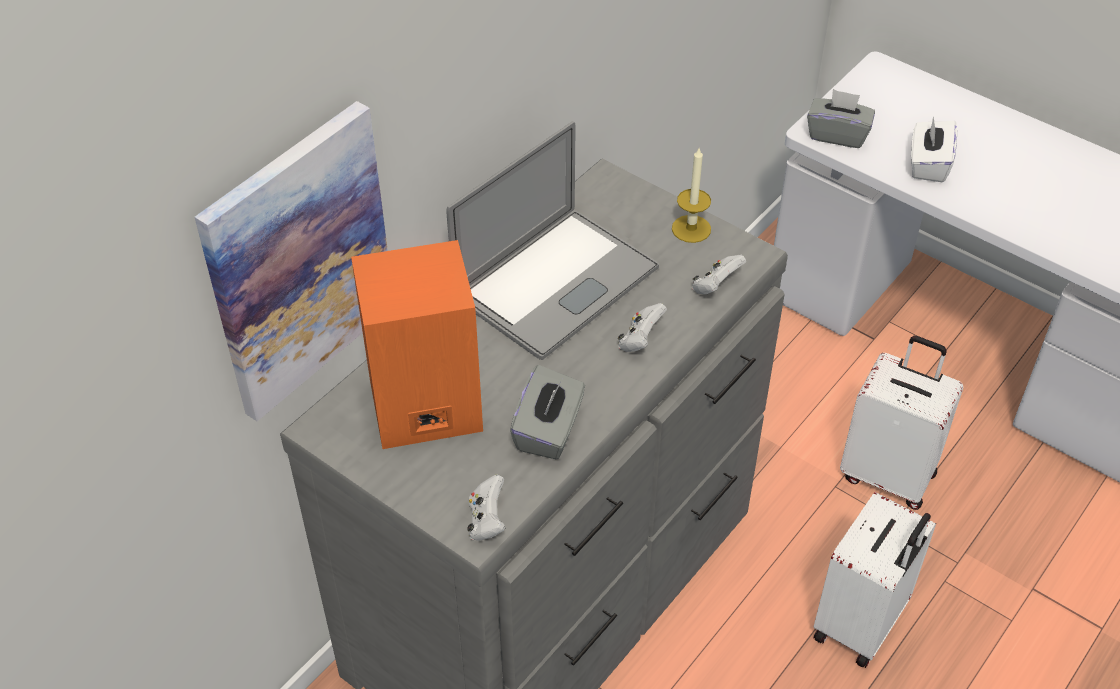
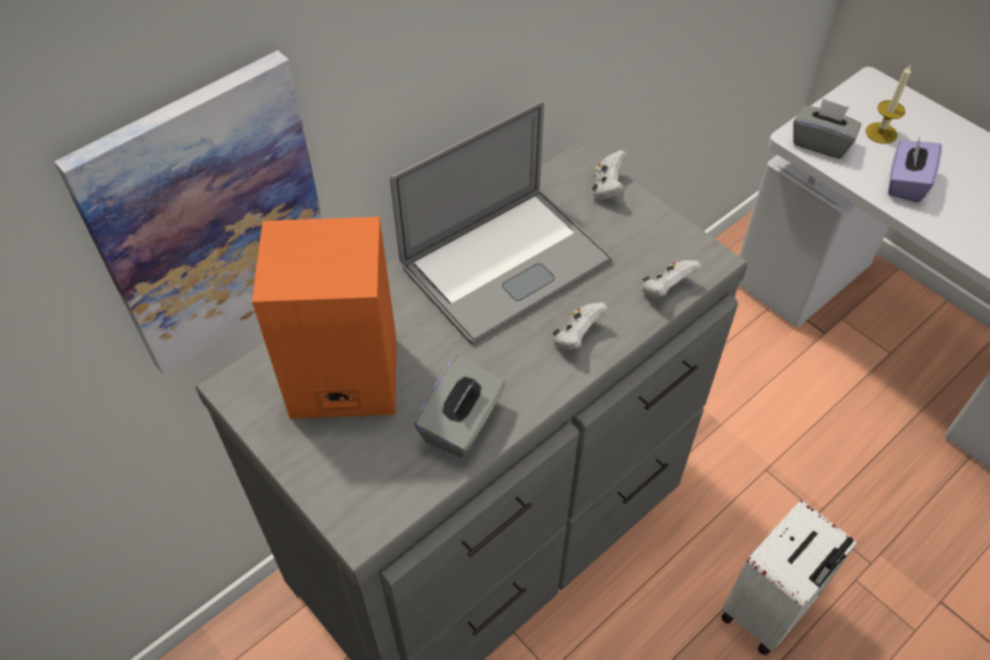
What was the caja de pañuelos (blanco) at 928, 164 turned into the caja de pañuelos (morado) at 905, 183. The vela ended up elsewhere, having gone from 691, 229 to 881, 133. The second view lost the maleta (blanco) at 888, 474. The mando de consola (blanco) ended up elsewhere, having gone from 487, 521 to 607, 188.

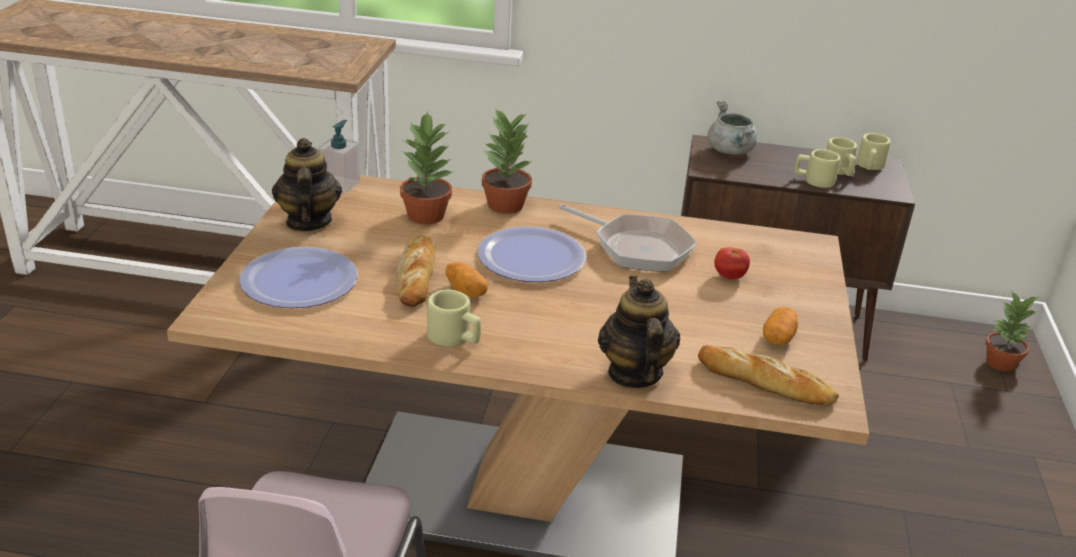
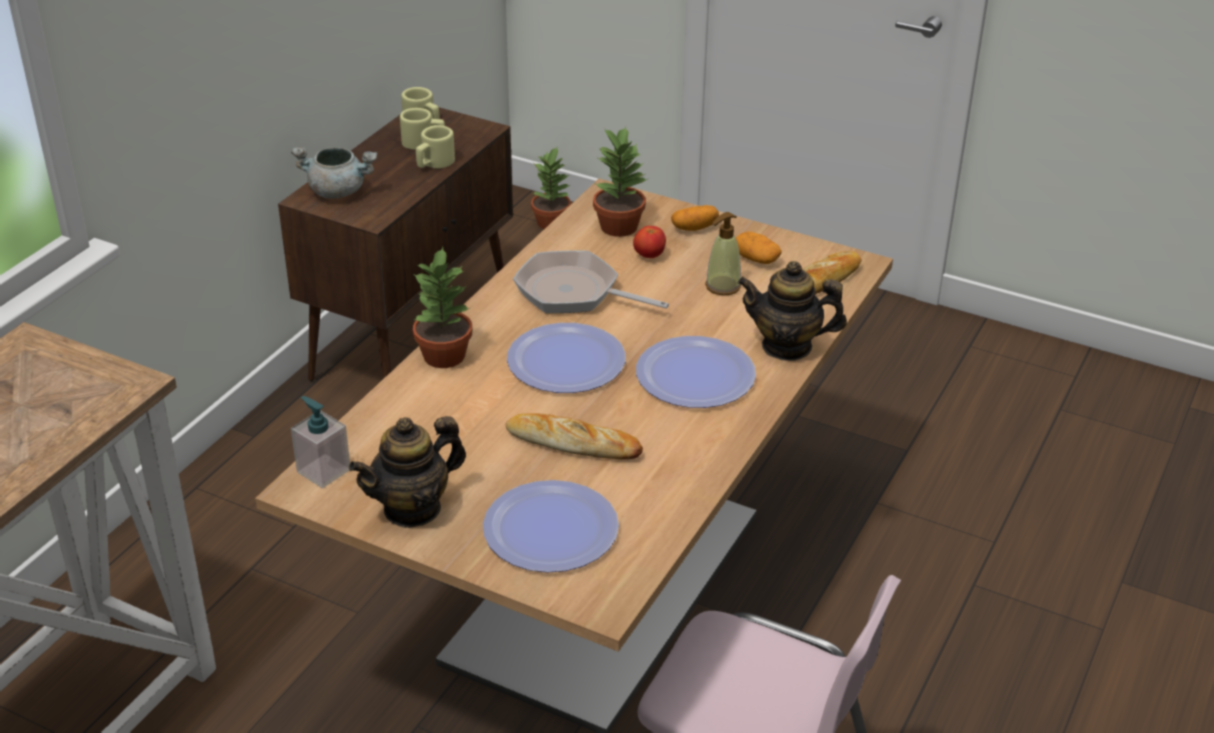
The planta en maceta ended up elsewhere, having gone from 427, 215 to 618, 226. The tetera at 308, 221 ended up facing another way, 45 degrees counterclockwise from before. The sartén at 637, 247 ended up facing another way, 120 degrees counterclockwise from before. The patata ended up elsewhere, having gone from 466, 291 to 694, 228. The second view lost the taza grande (beis) at 455, 338. The second view gained the dispensador de jabón at 722, 286. The second view gained the plato at 695, 375.

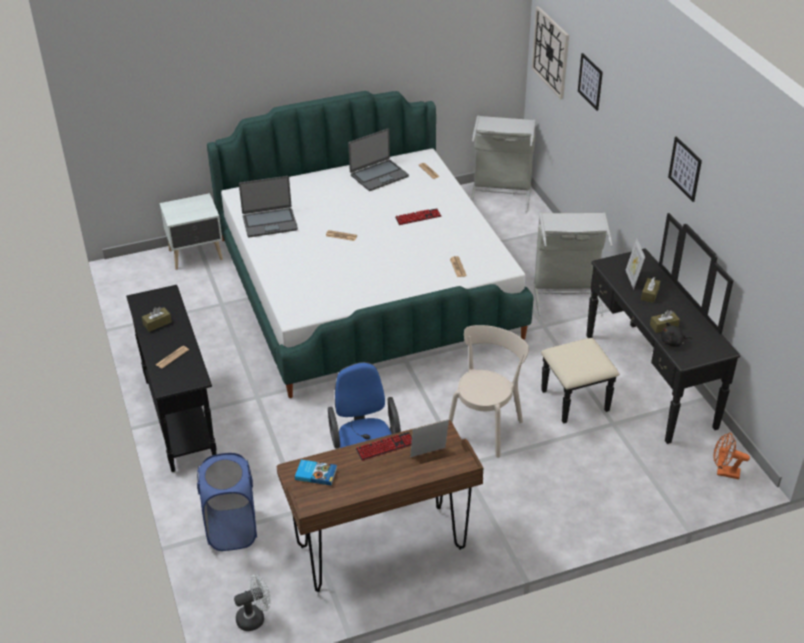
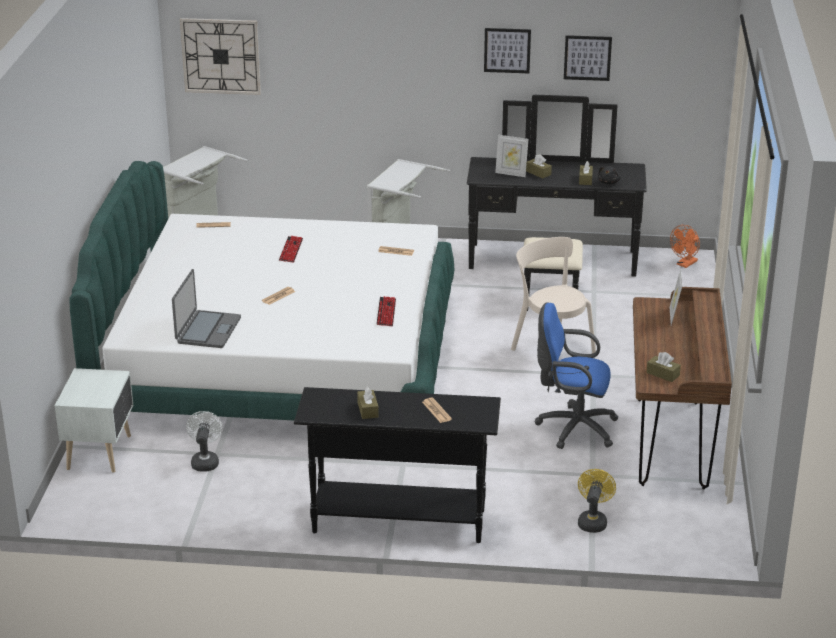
The cuadro ended up elsewhere, having gone from 590, 81 to 587, 57. The second view lost the portátil at 378, 175. The teclado ended up elsewhere, having gone from 385, 447 to 386, 312. Where the cesto de la ropa (azul) stood at 232, 530, the ventilador (amarillo) came to stand at 593, 521. Where the libro stood at 316, 473, the caja de pañuelos (marrón) came to stand at 663, 374. The ventilador (blanco) ended up elsewhere, having gone from 255, 617 to 205, 461.

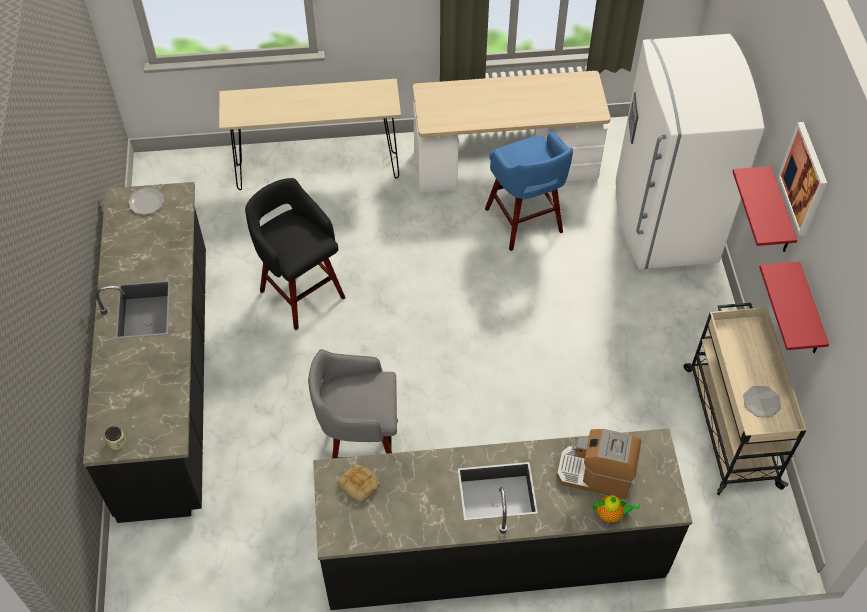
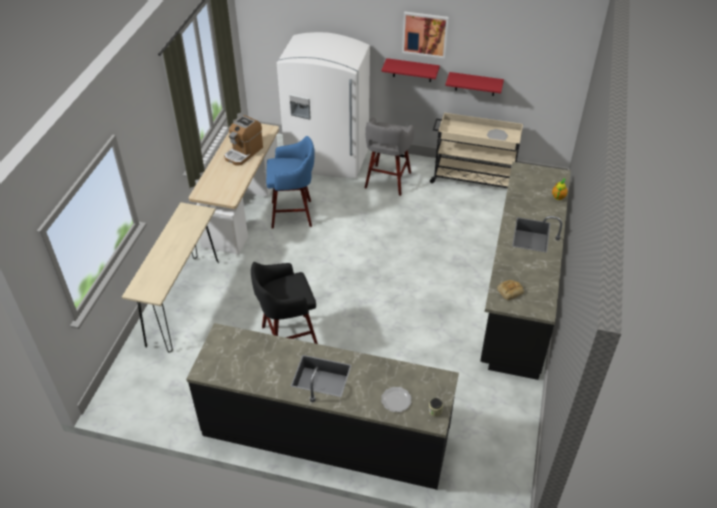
The plato ended up elsewhere, having gone from 146, 202 to 395, 400. The taburete (gris) ended up elsewhere, having gone from 360, 449 to 387, 181. The cafetera ended up elsewhere, having gone from 595, 474 to 243, 152.

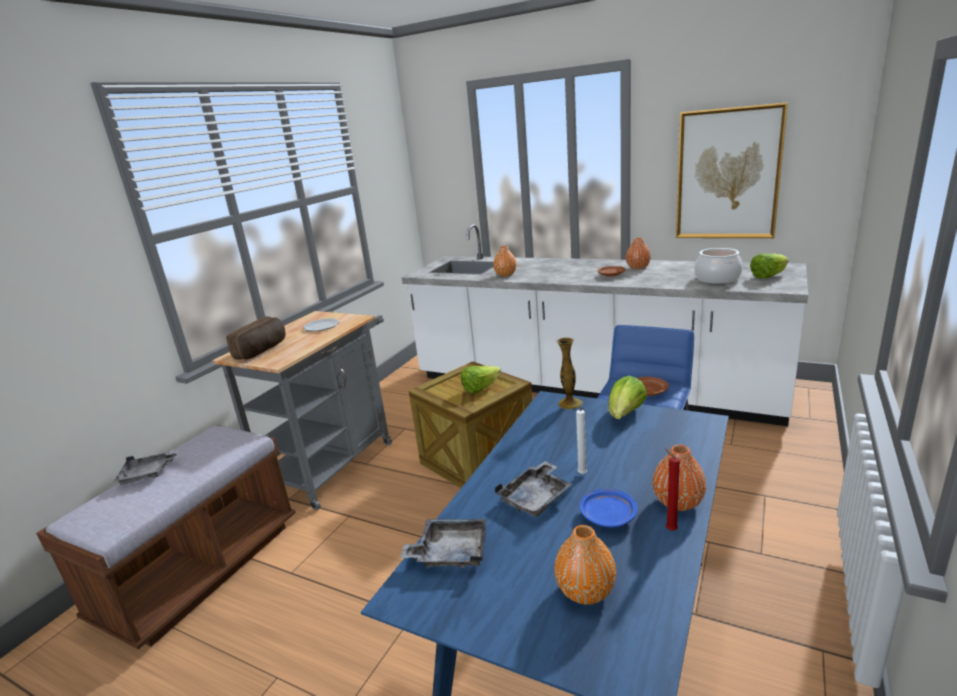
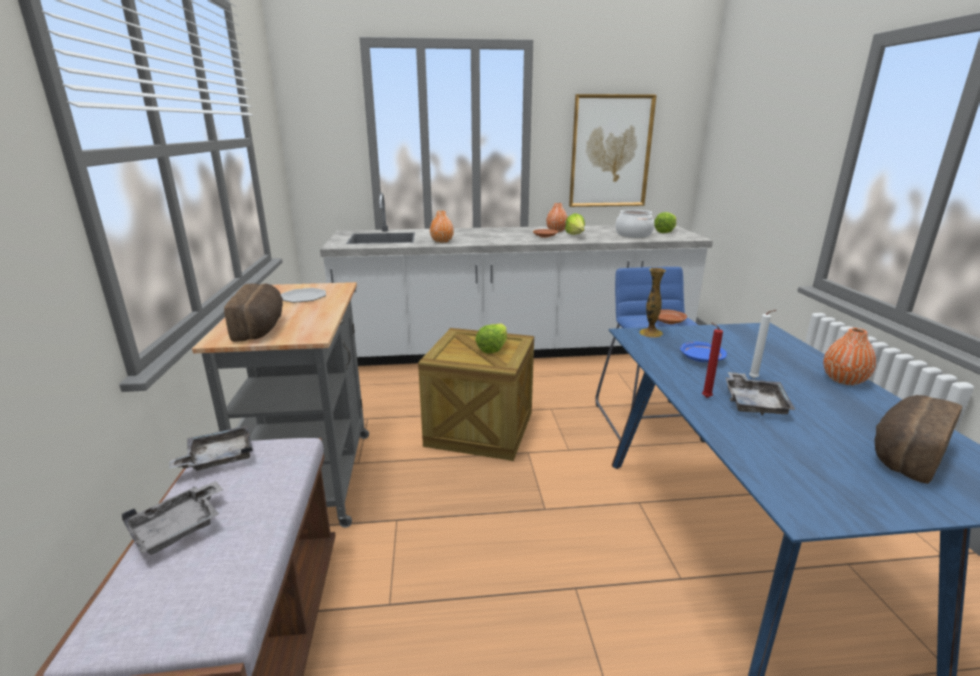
The lechuga ended up elsewhere, having gone from 625, 415 to 576, 236. The vela (rojo) ended up elsewhere, having gone from 669, 529 to 704, 397. The plato (azul) ended up elsewhere, having gone from 608, 515 to 701, 358. The bandeja (gris) ended up elsewhere, having gone from 450, 552 to 218, 458. Where the florero (naranja) stood at 585, 591, the pan came to stand at 905, 453.

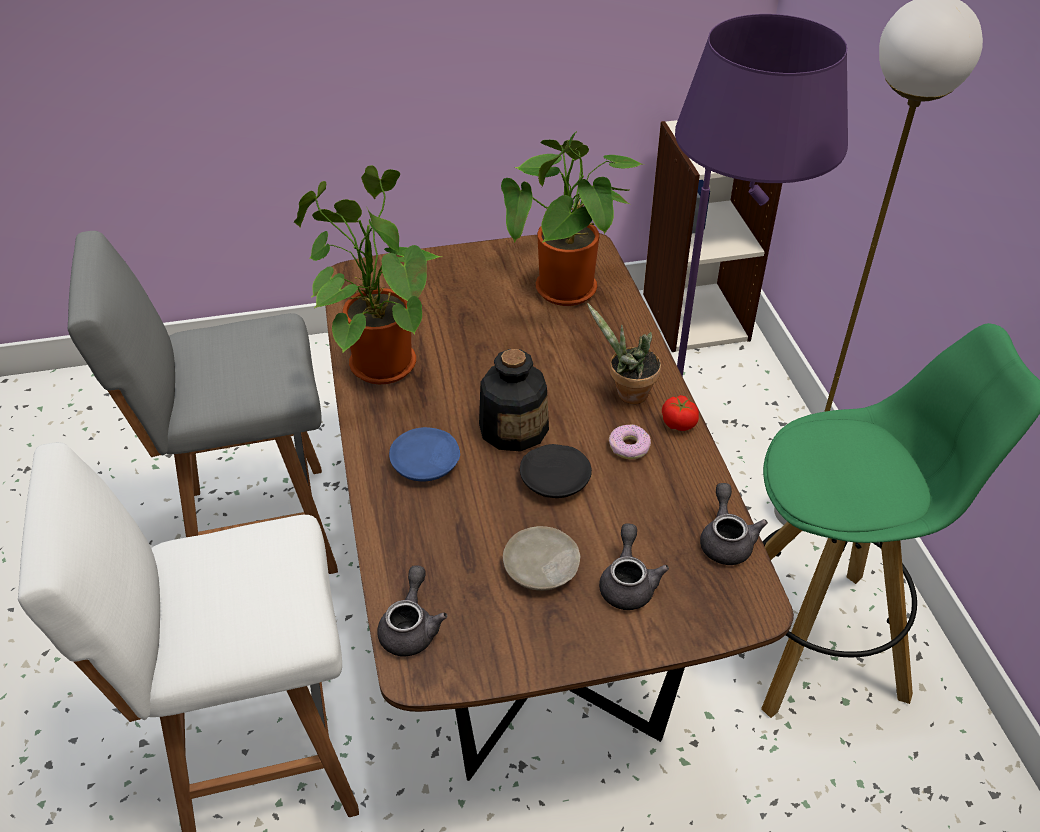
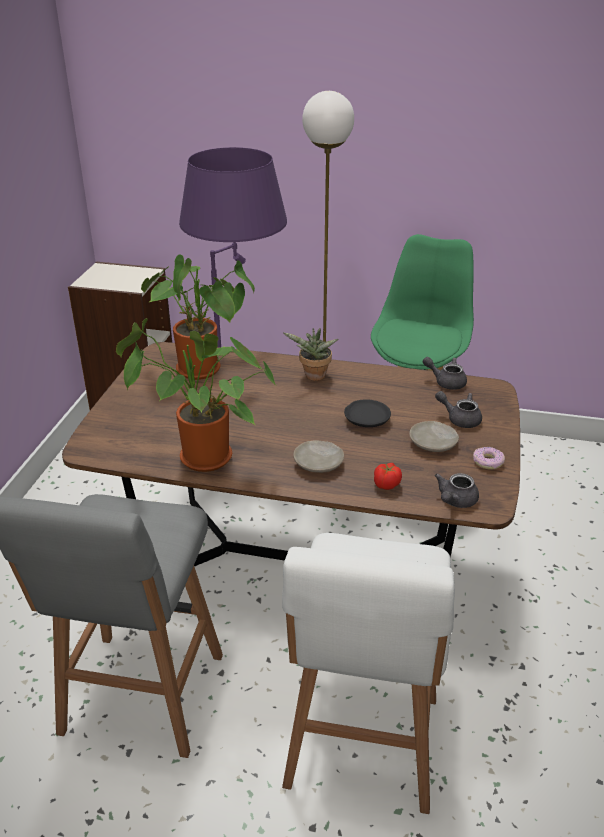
The second view lost the botella at 514, 428. The tomate ended up elsewhere, having gone from 678, 424 to 386, 485. The rosquilla ended up elsewhere, having gone from 629, 447 to 488, 462. What was the plato (azul) at 425, 463 turned into the plato (beis) at 319, 463. The tetera (gris) at 411, 627 ended up facing another way, 90 degrees counterclockwise from before.

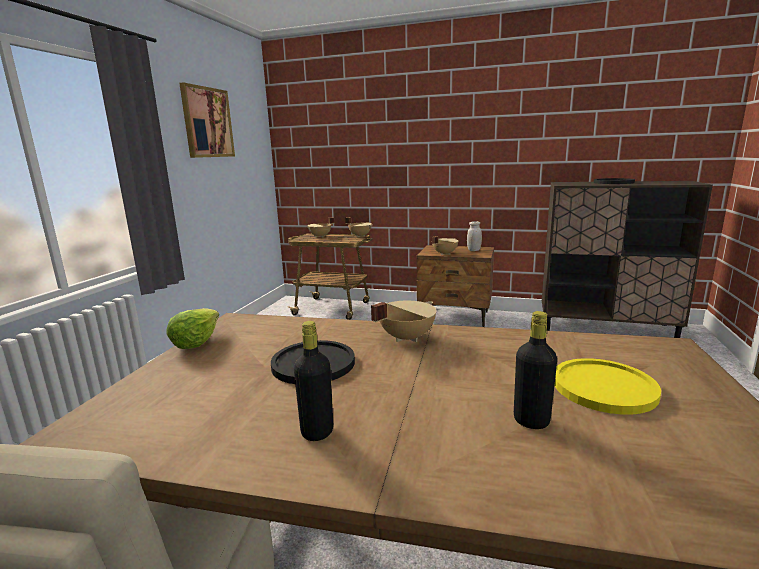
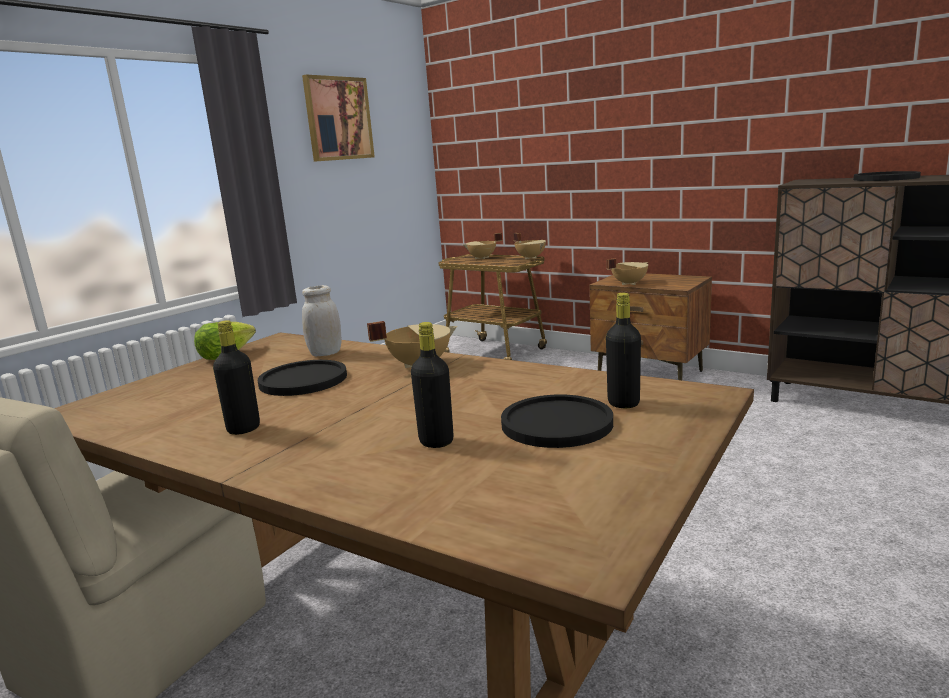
The tarro (blanco) ended up elsewhere, having gone from 474, 250 to 325, 353. What was the plato (amarillo) at 603, 387 turned into the plato (negro) at 556, 423. The second view gained the botella (negro) at 623, 403.

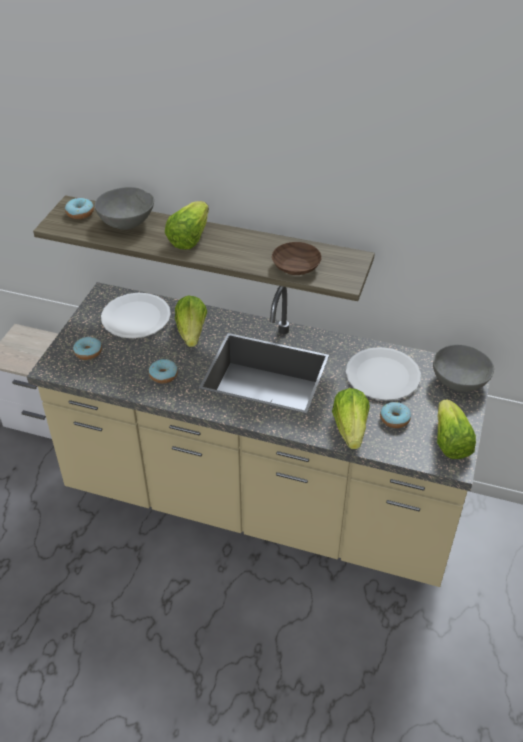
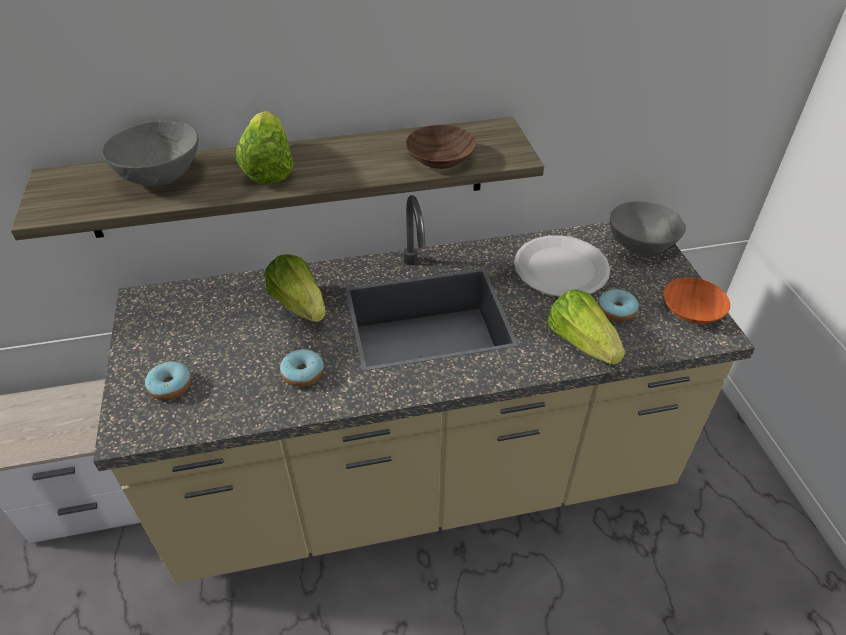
The second view lost the rosquilla at 80, 213. The second view lost the plato (blanco) at 136, 317. Where the lechuga stood at 450, 442, the cuenco (naranja) came to stand at 692, 311.

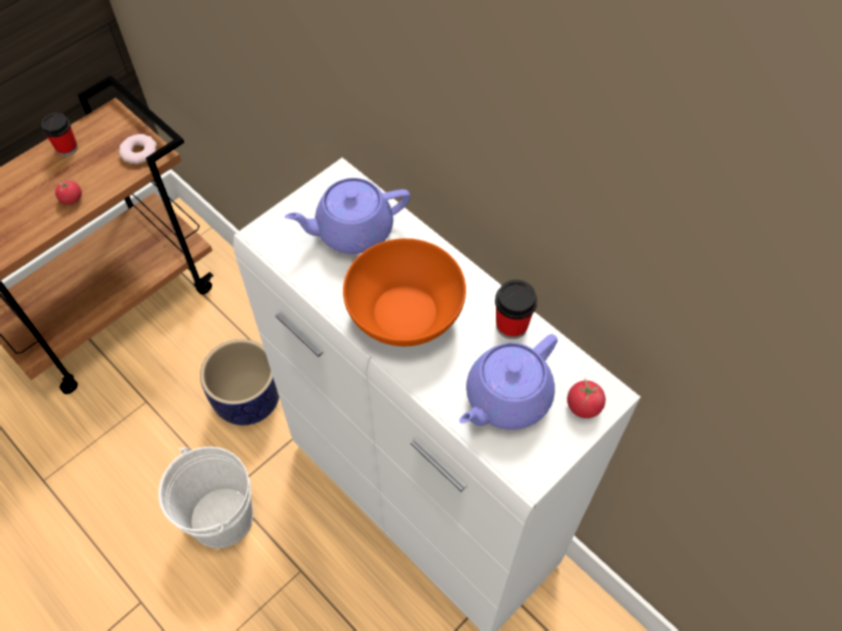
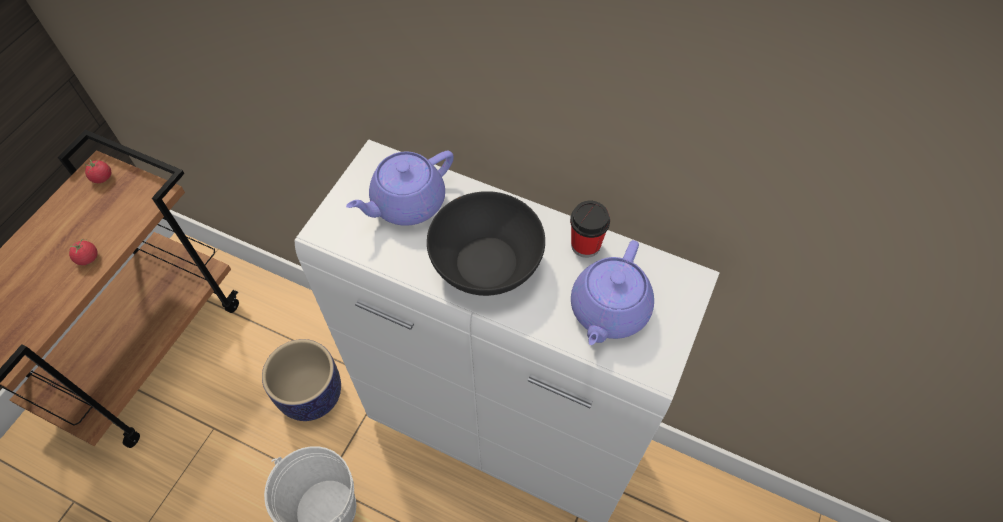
The second view lost the taza at 67, 148. The second view lost the rosquilla at 139, 152. What was the cuenco (naranja) at 404, 312 turned into the cuenco (negro) at 486, 263. The tomate ended up elsewhere, having gone from 583, 406 to 102, 178.

